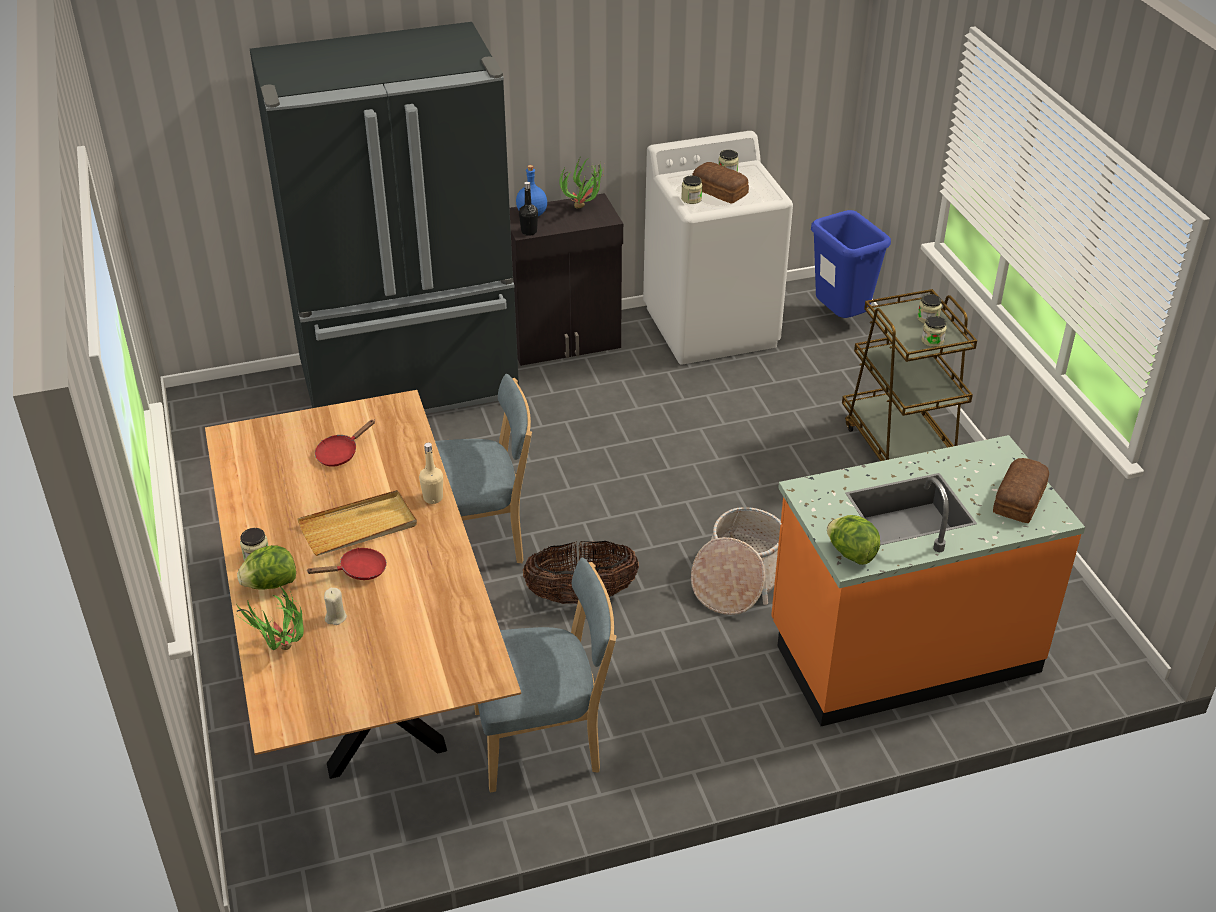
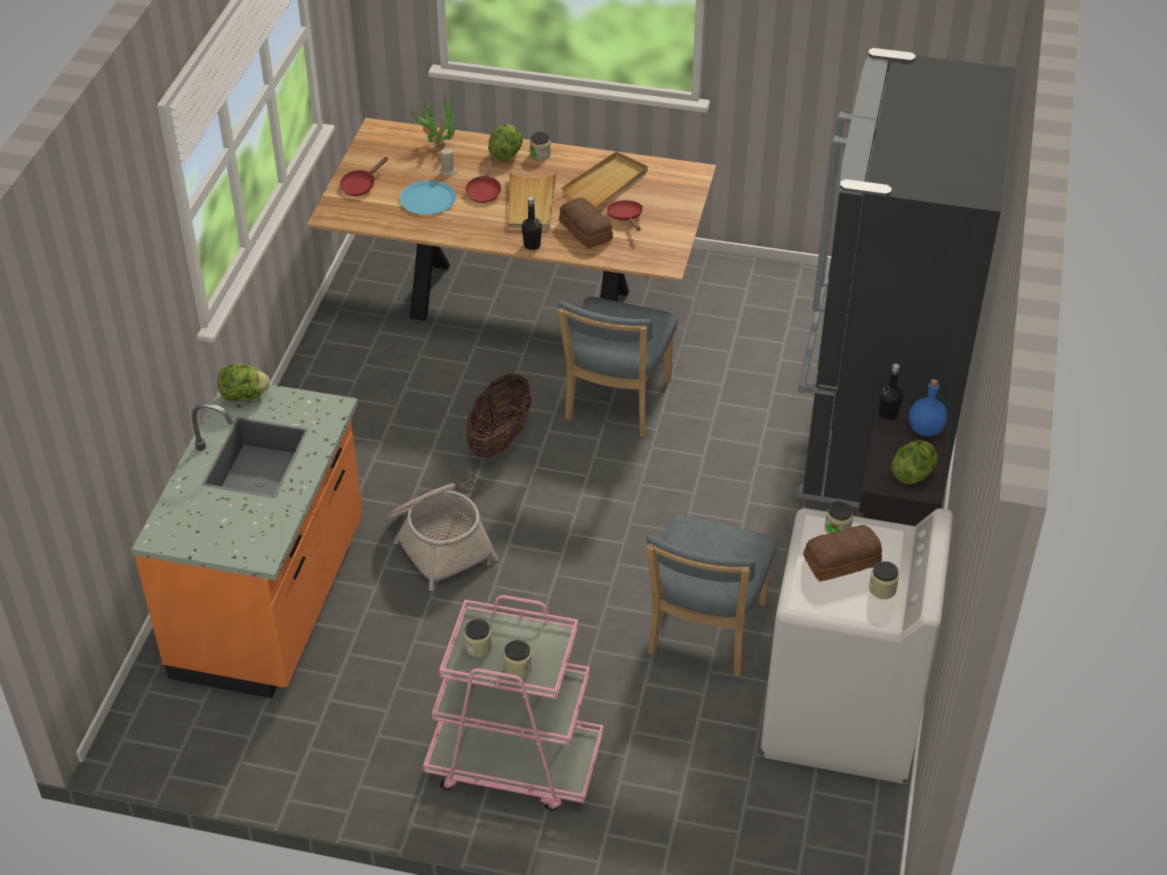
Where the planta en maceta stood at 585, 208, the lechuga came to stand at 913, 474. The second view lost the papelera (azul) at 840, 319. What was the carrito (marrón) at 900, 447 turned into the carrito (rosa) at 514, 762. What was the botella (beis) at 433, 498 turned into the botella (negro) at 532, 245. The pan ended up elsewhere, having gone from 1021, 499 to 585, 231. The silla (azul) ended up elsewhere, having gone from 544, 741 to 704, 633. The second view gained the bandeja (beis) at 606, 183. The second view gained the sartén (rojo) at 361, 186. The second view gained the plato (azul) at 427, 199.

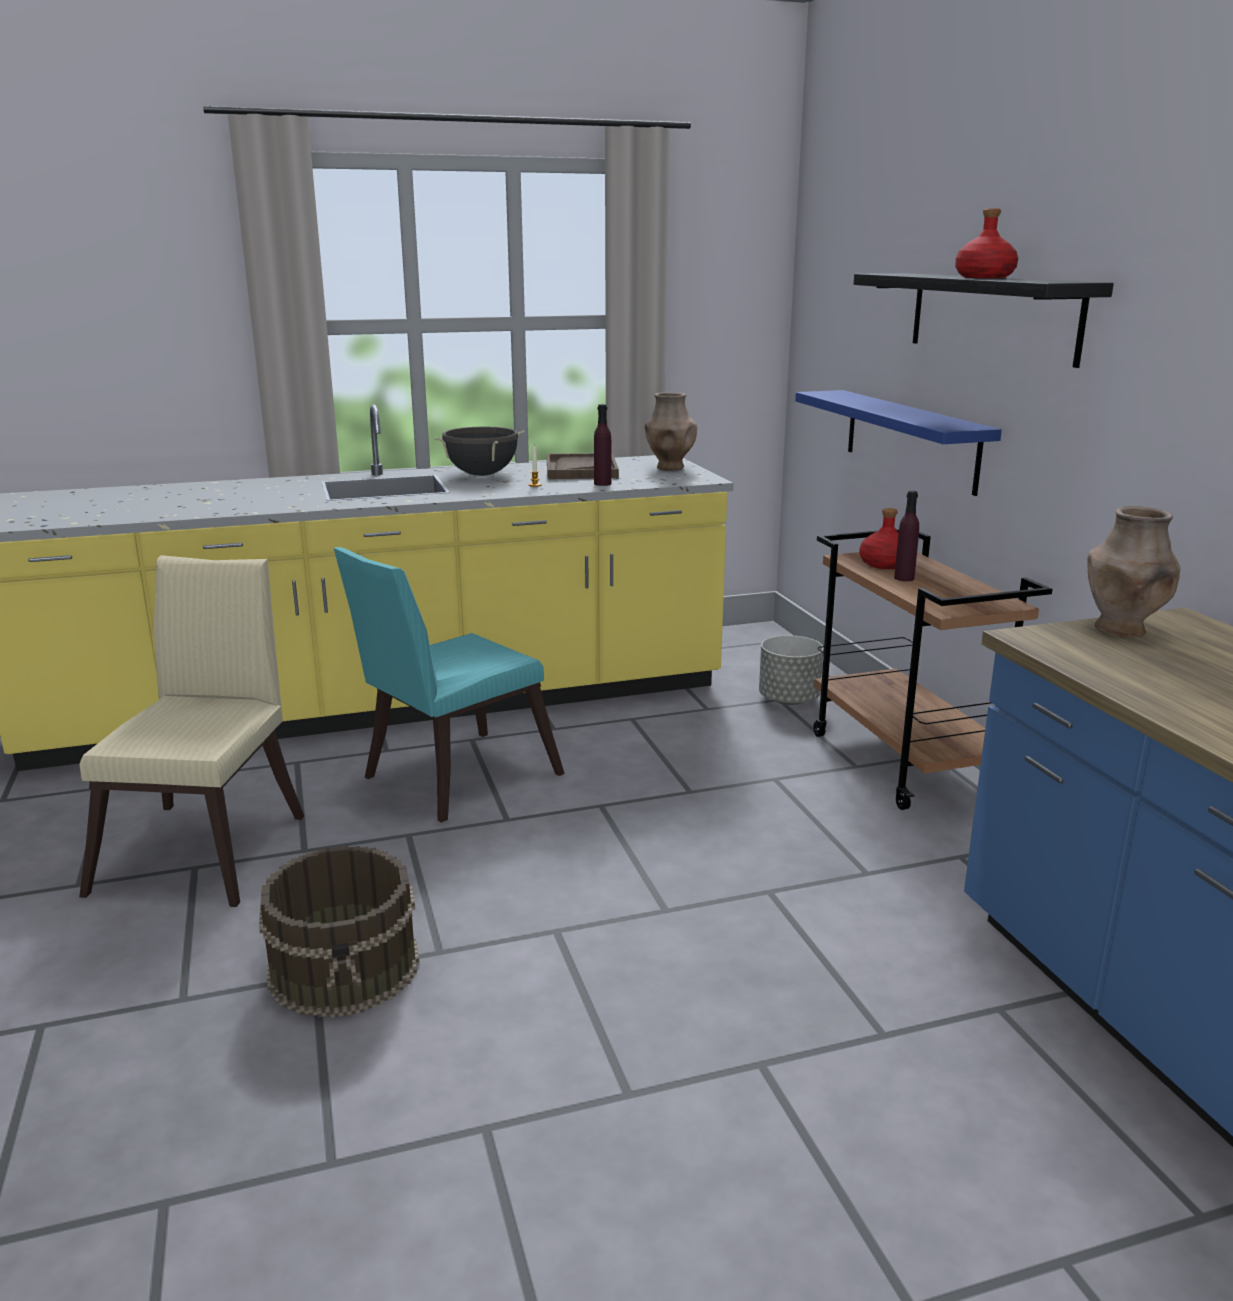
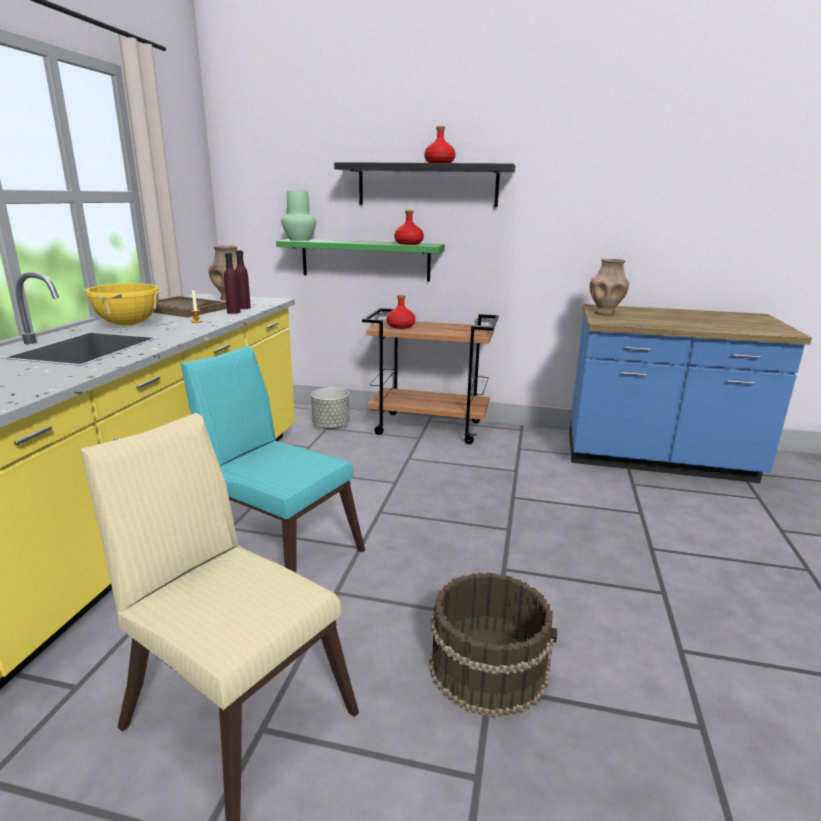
What was the estante (azul) at 910, 439 turned into the estante (verde) at 365, 259. What was the olla (negro) at 482, 475 turned into the olla (amarillo) at 128, 324. The botella (morado) ended up elsewhere, having gone from 904, 578 to 244, 308. The silla (turquesa) at 451, 779 ended up facing another way, 135 degrees clockwise from before. The second view gained the florero (verde) at 300, 240. The second view gained the botella (rojo) at 409, 243.

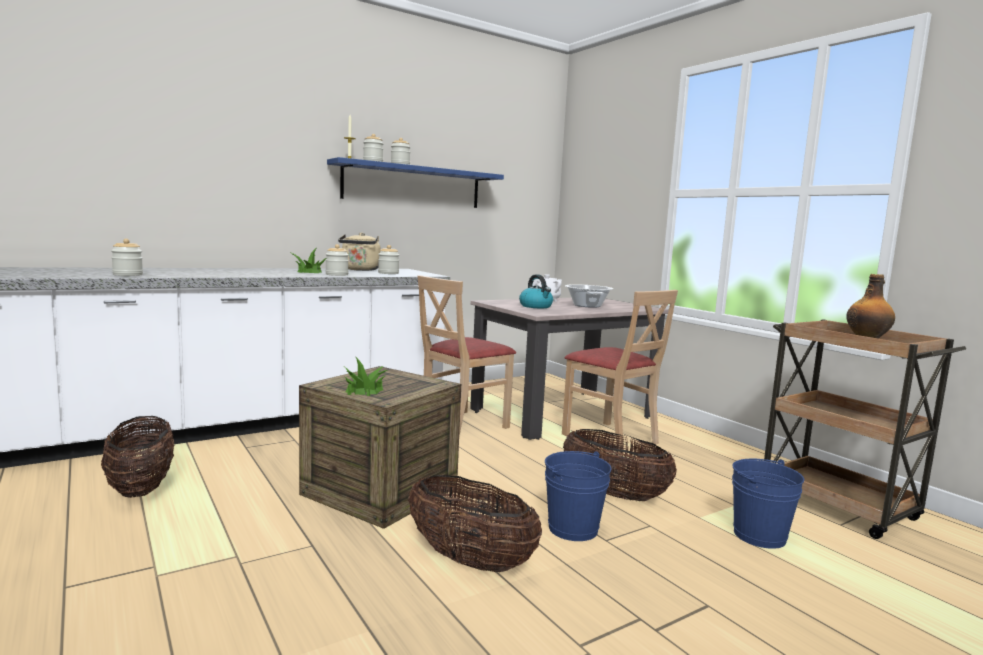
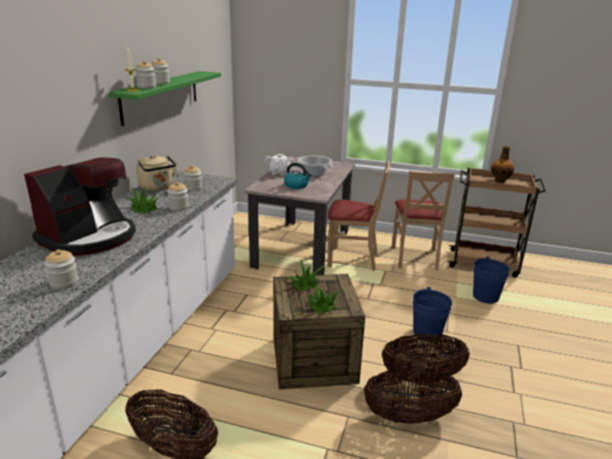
What was the estante (azul) at 413, 186 turned into the estante (verde) at 161, 96. The silla (beis) ended up elsewhere, having gone from 462, 425 to 415, 258. The cesta ended up elsewhere, having gone from 614, 494 to 409, 416. The second view gained the cafetera at 90, 238. The second view gained the planta en maceta at 305, 284.

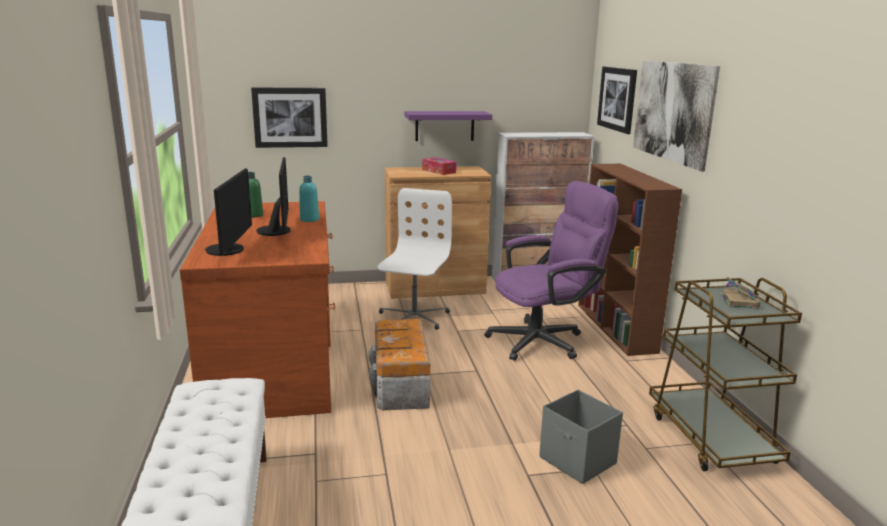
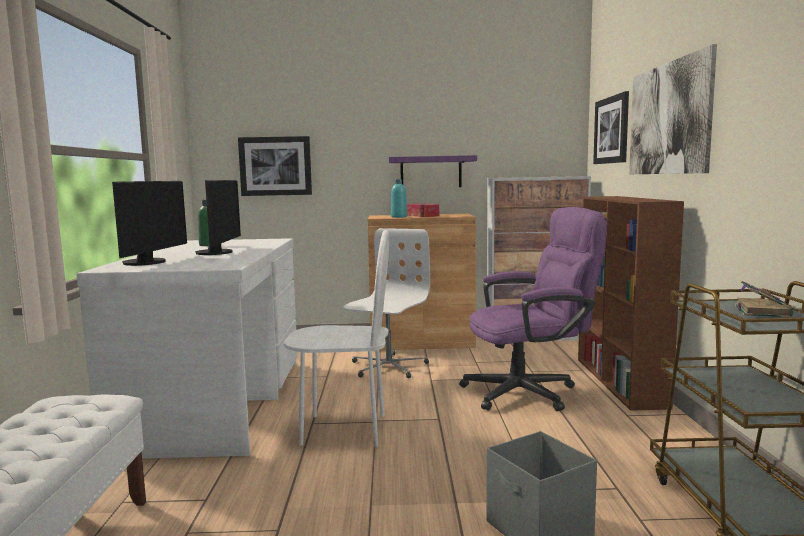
The botella (turquesa) ended up elsewhere, having gone from 309, 219 to 399, 217. What was the escritorio (marrón) at 274, 361 turned into the escritorio (blanco) at 218, 402. Where the caja de almacenaje stood at 400, 384, the silla (blanco) came to stand at 344, 430.

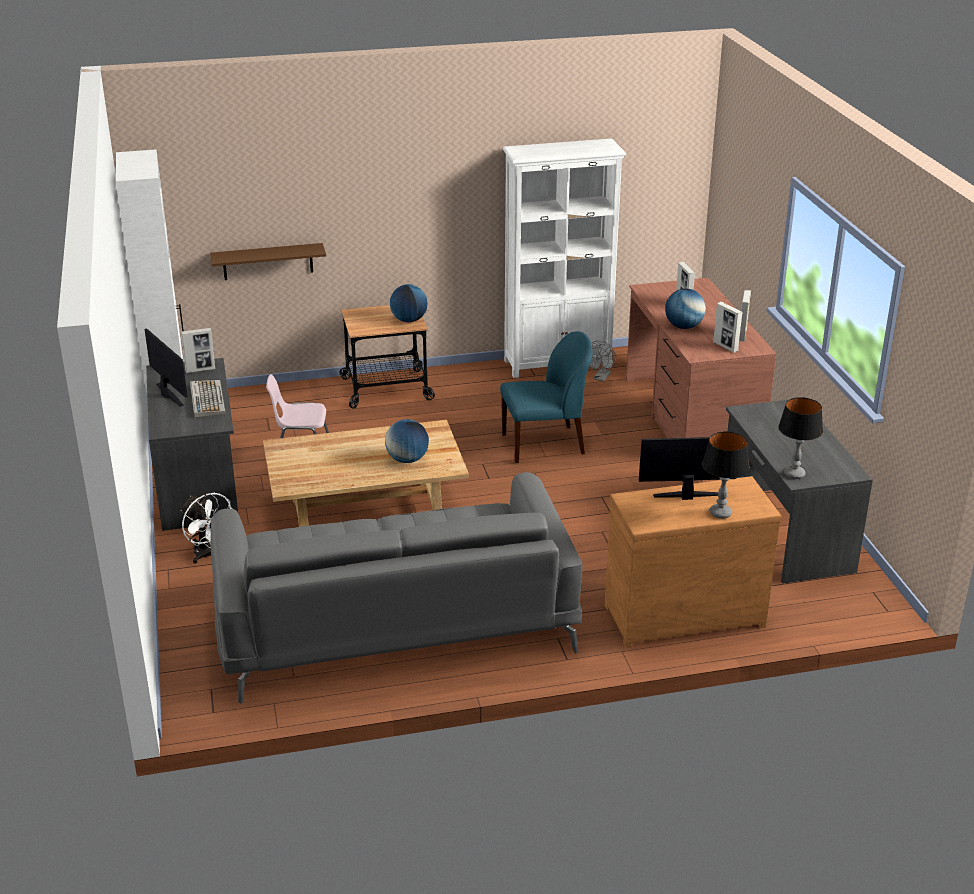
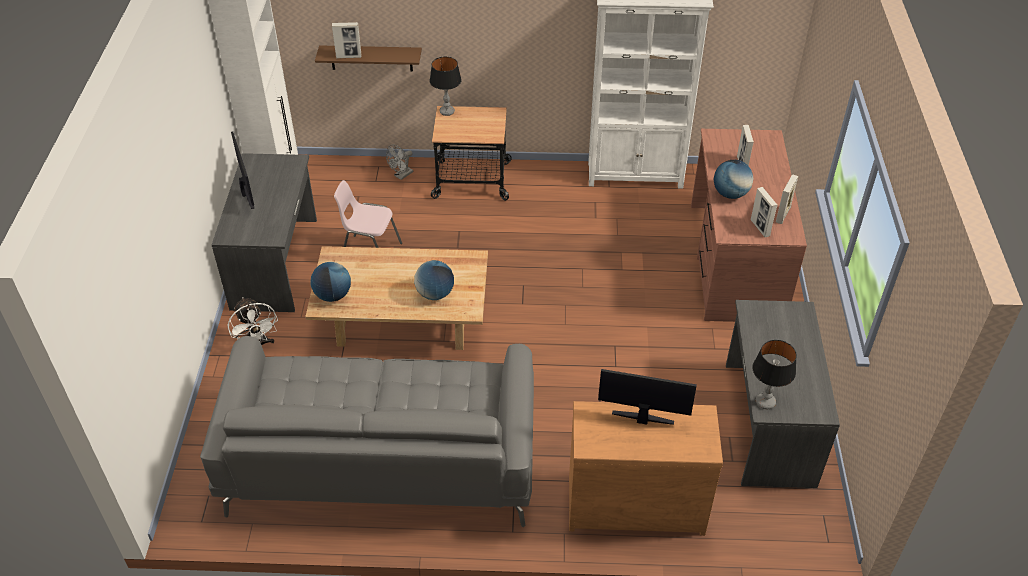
The globo terráqueo ended up elsewhere, having gone from 409, 320 to 333, 295. The portarretratos ended up elsewhere, having gone from 200, 370 to 349, 56. The second view lost the silla (azul) at 545, 444. The ventilador (gris) ended up elsewhere, having gone from 601, 378 to 401, 175. The second view lost the teclado at 207, 399. The lámpara de mesa ended up elsewhere, having gone from 720, 513 to 447, 111.

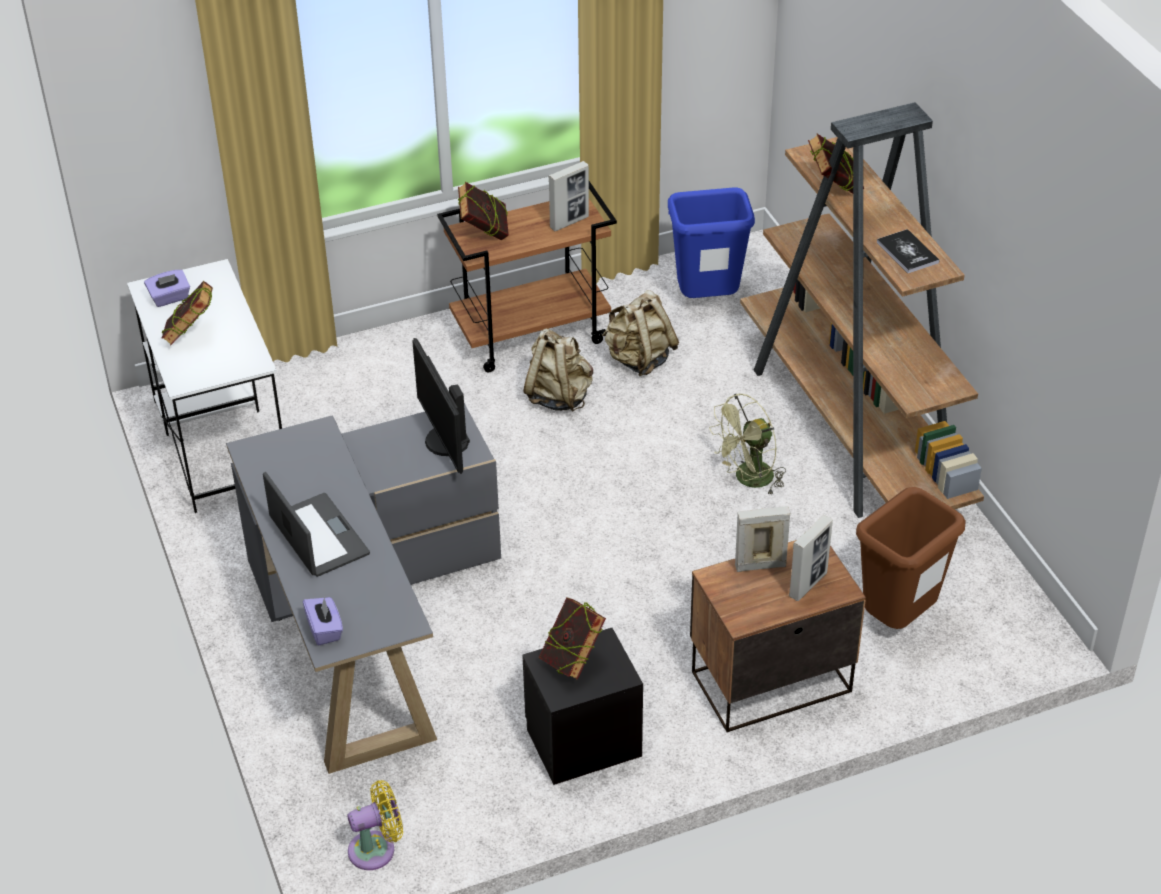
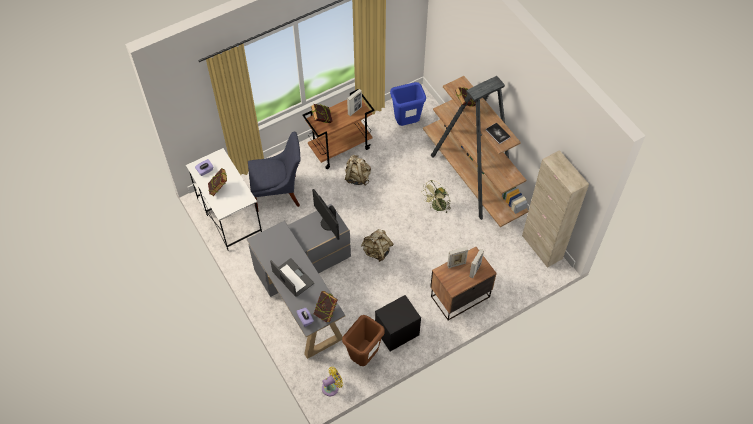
The mochila (beis) ended up elsewhere, having gone from 639, 359 to 377, 251. The papelera (marrón) ended up elsewhere, having gone from 897, 621 to 363, 357. The libro ended up elsewhere, having gone from 572, 660 to 326, 312. The second view gained the silla (azul) at 279, 193. The second view gained the armario (beis) at 541, 247.

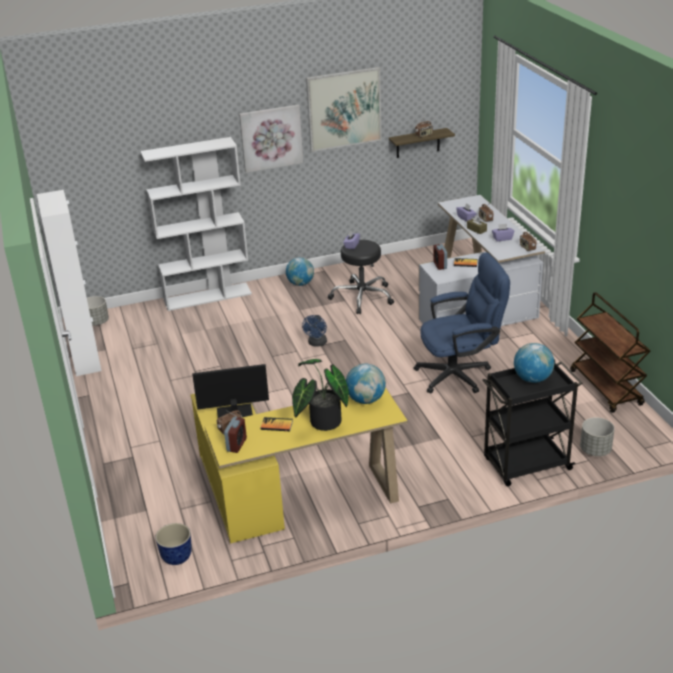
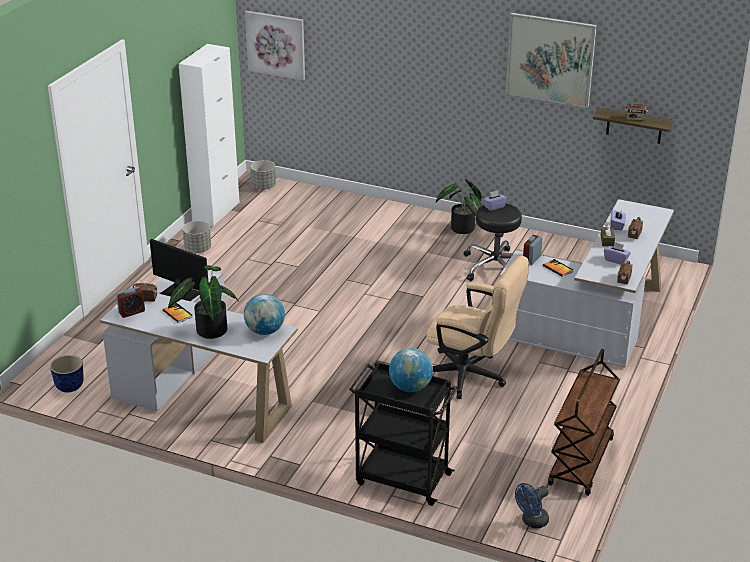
The cuadro ended up elsewhere, having gone from 271, 137 to 276, 44. The second view lost the estantería (blanco) at 208, 296. What was the silla de oficina (azul) at 460, 374 turned into the silla de oficina (beis) at 471, 376. Where the globo terráqueo stood at 300, 284, the planta en maceta came to stand at 462, 230. The ventilador (azul) ended up elsewhere, having gone from 317, 344 to 532, 522. What was the escritorio (amarillo) at 288, 493 turned into the escritorio (blanco) at 199, 388. The maceta (gris) ended up elsewhere, having gone from 595, 450 to 198, 249.

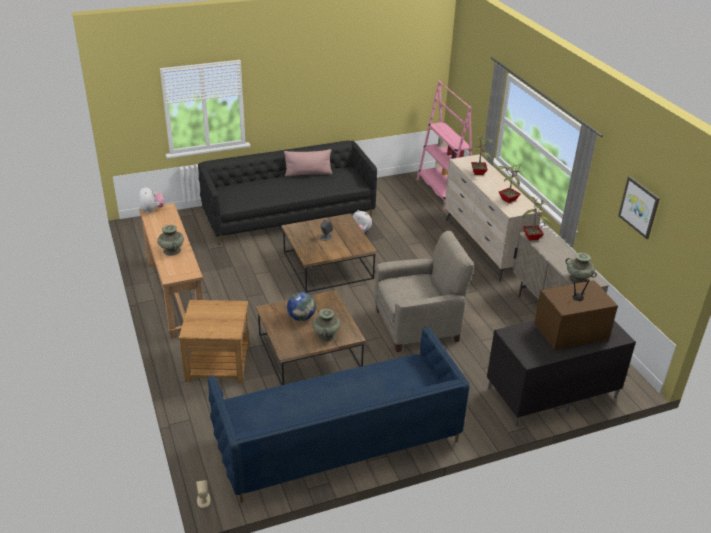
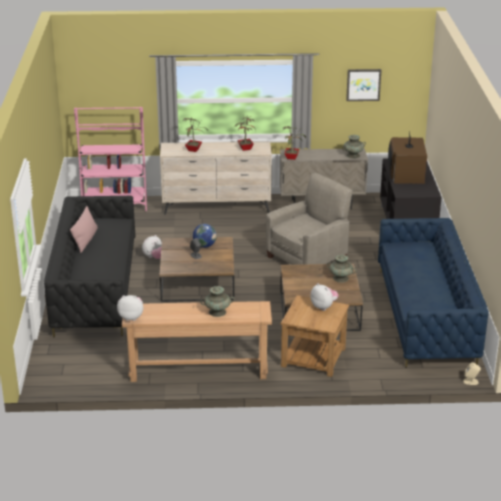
The sillón (beis) at 418, 325 ended up facing another way, 45 degrees clockwise from before. The globo terráqueo ended up elsewhere, having gone from 301, 317 to 204, 246. The second view gained the peluche at 324, 307.

